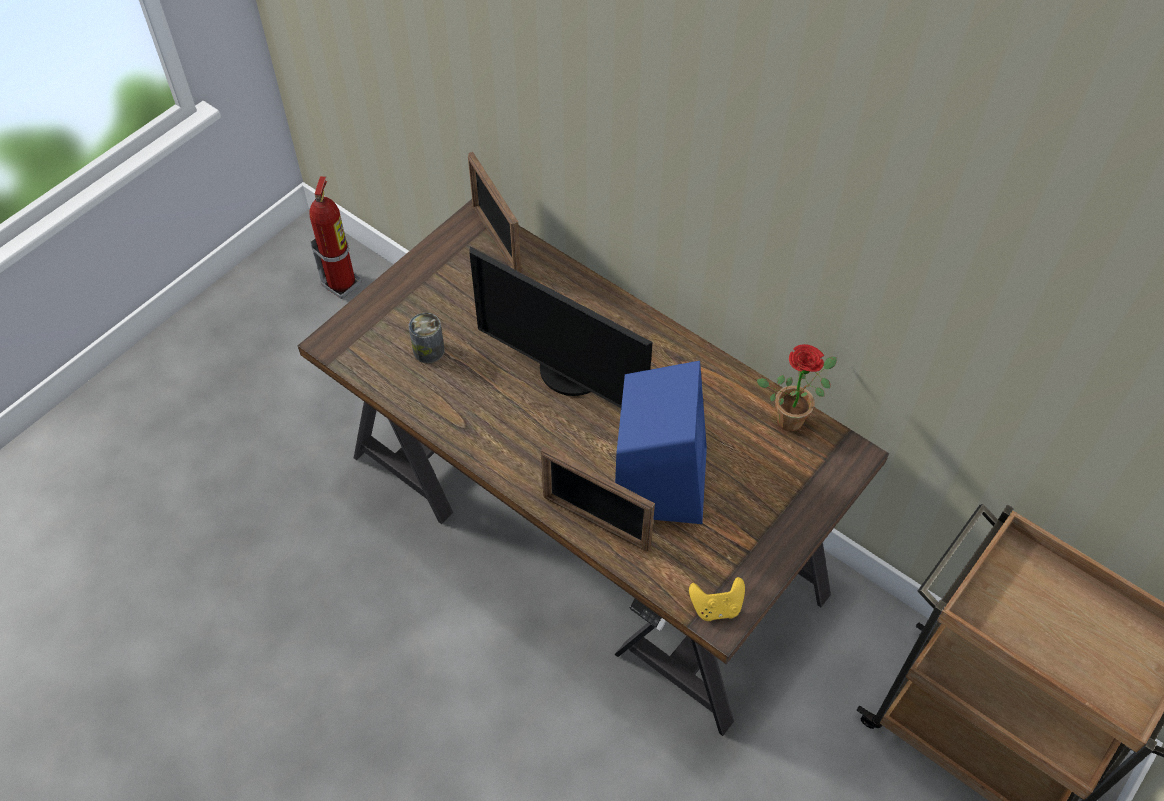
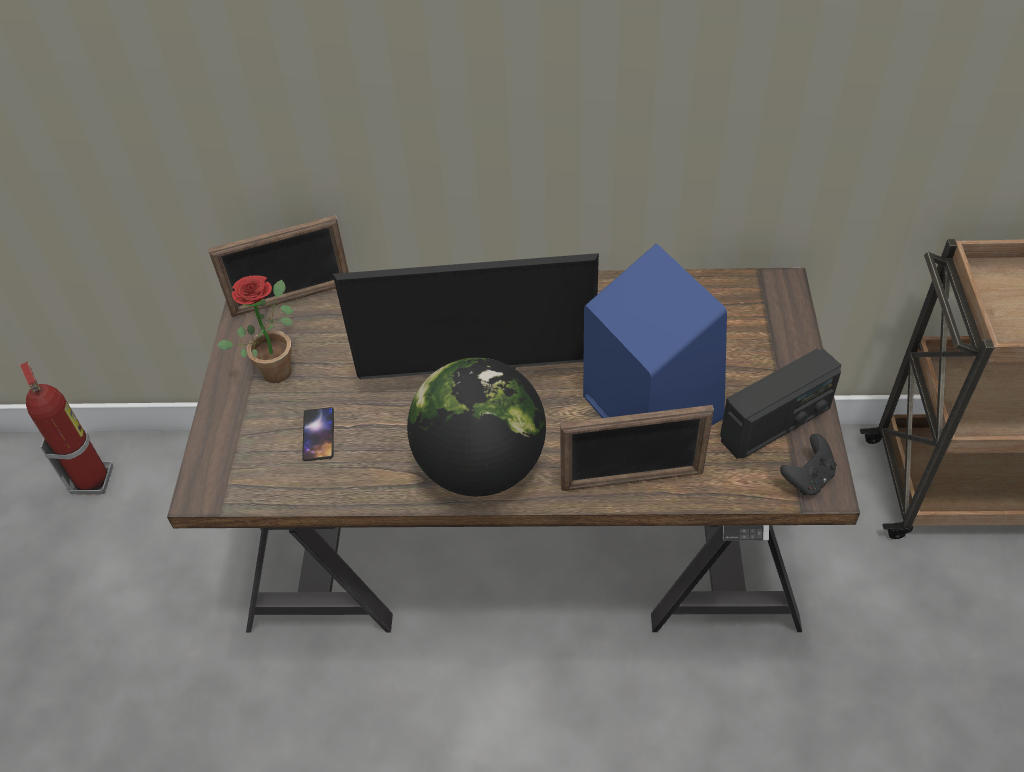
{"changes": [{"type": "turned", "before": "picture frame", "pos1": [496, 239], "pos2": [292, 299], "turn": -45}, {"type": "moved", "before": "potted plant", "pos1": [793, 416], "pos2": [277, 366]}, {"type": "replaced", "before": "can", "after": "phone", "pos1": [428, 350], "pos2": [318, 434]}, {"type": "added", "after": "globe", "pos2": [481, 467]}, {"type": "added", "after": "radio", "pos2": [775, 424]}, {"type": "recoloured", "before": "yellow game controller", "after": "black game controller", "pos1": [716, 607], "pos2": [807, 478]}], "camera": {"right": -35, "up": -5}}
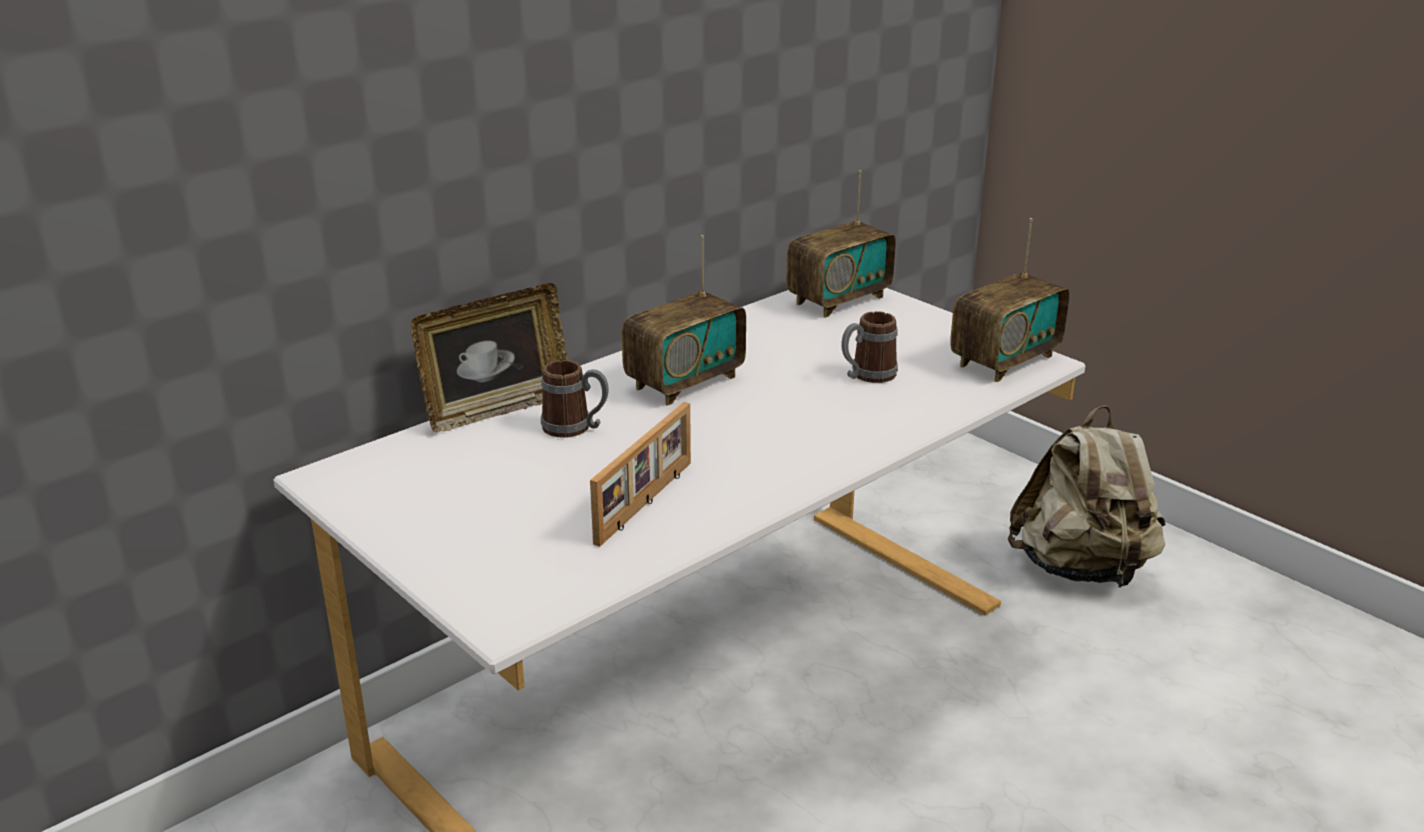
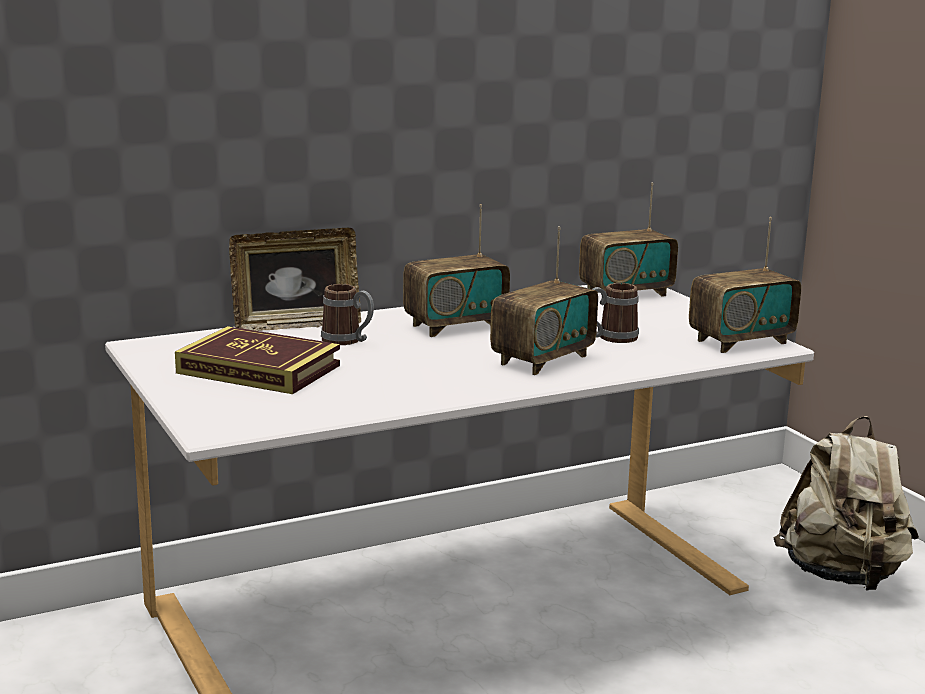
{"changes": [{"type": "added", "after": "book", "pos2": [258, 369]}, {"type": "added", "after": "radio", "pos2": [542, 360]}, {"type": "removed", "before": "picture frame", "pos1": [646, 502]}], "camera": {"right": 15, "up": -10}}
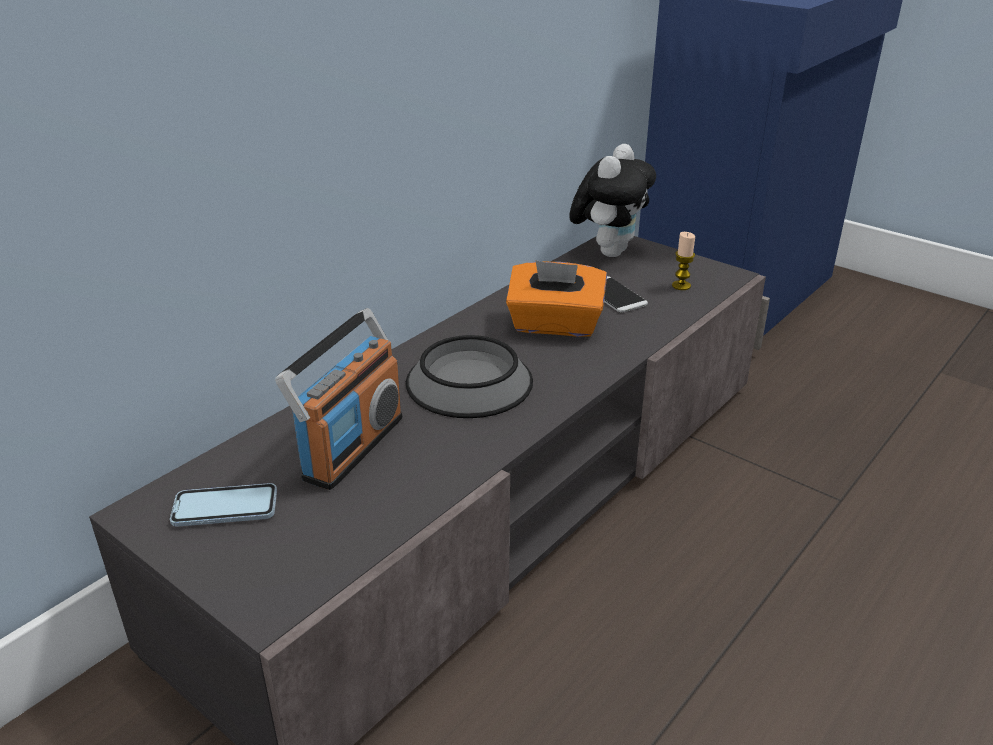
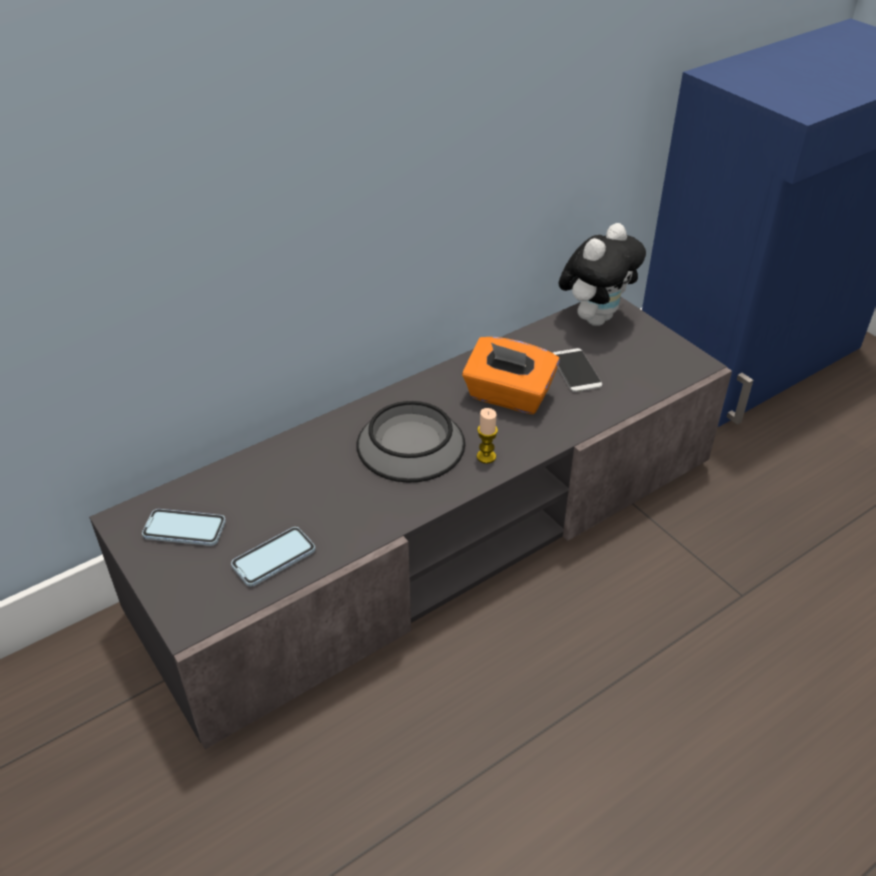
{"changes": [{"type": "added", "after": "phone", "pos2": [274, 558]}, {"type": "moved", "before": "candle", "pos1": [681, 286], "pos2": [486, 456]}, {"type": "removed", "before": "radio", "pos1": [352, 447]}], "camera": {"right": 15, "up": 10}}
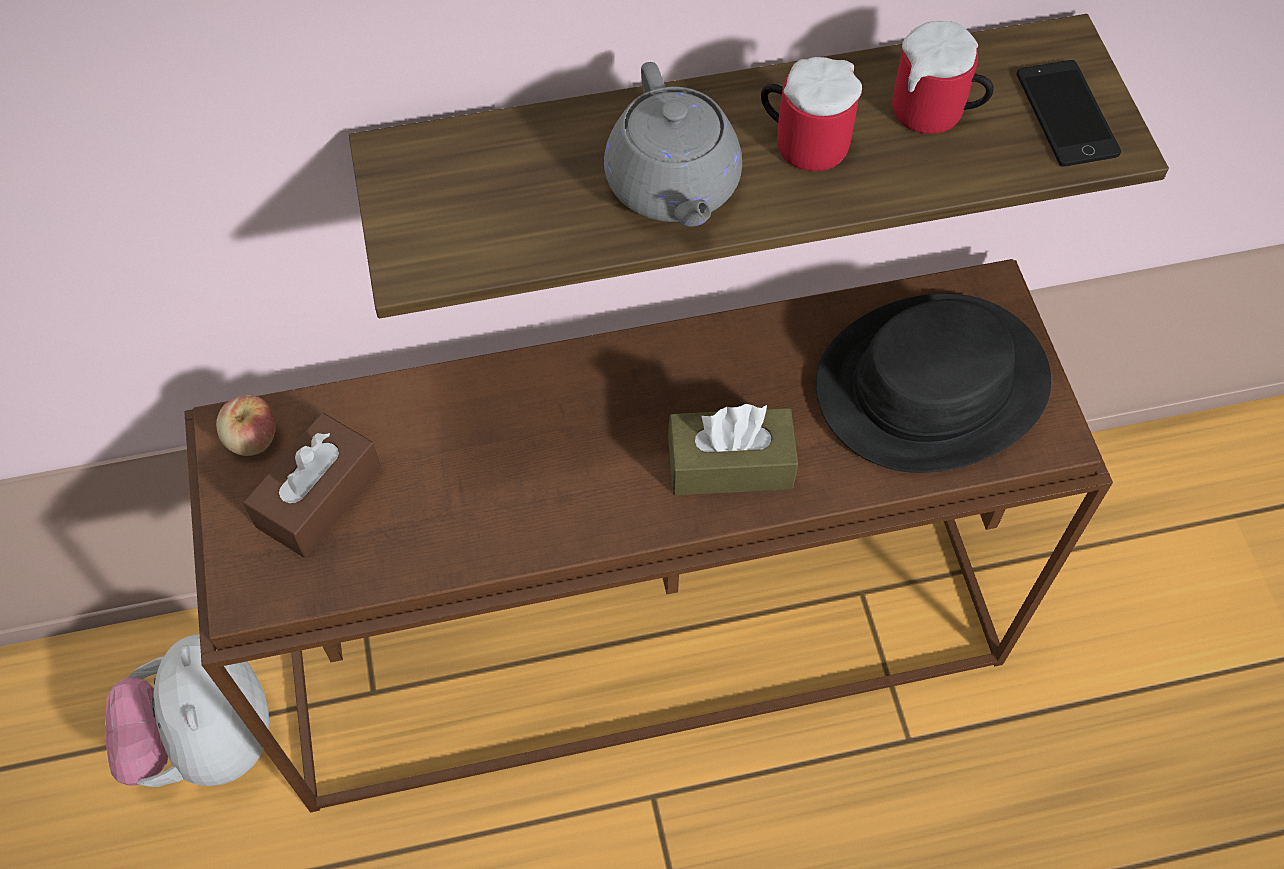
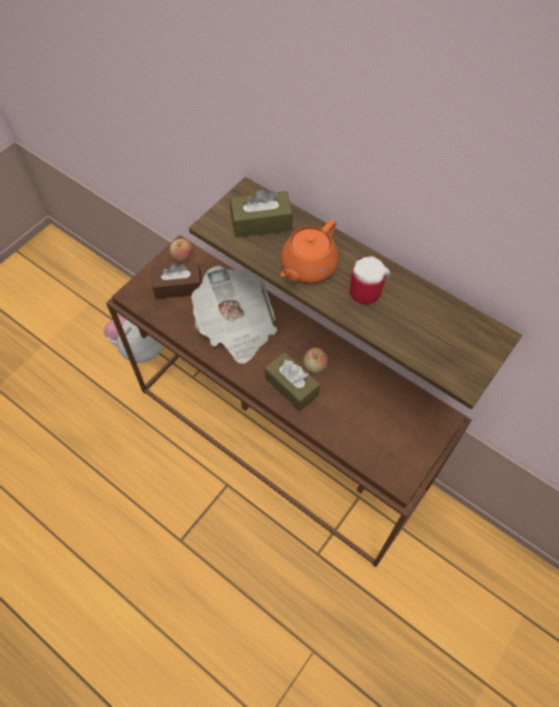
{"changes": [{"type": "added", "after": "newspaper", "pos2": [236, 327]}, {"type": "added", "after": "brown tissue box", "pos2": [261, 223]}, {"type": "recoloured", "before": "grey teapot", "after": "orange teapot", "pos1": [673, 186], "pos2": [308, 266]}, {"type": "added", "after": "apple", "pos2": [315, 366]}, {"type": "removed", "before": "black hat", "pos1": [932, 385]}, {"type": "removed", "before": "mug", "pos1": [935, 115]}, {"type": "removed", "before": "phone", "pos1": [1066, 114]}], "camera": {"right": 50, "up": 0}}
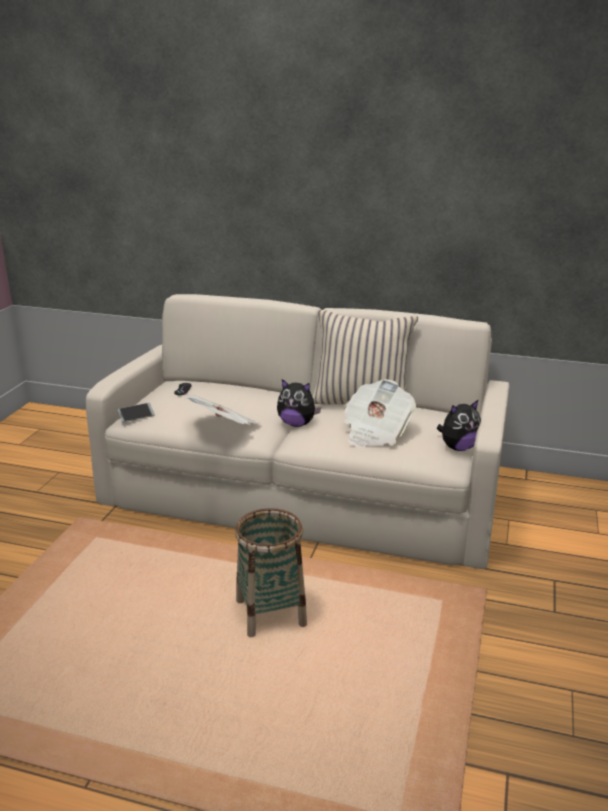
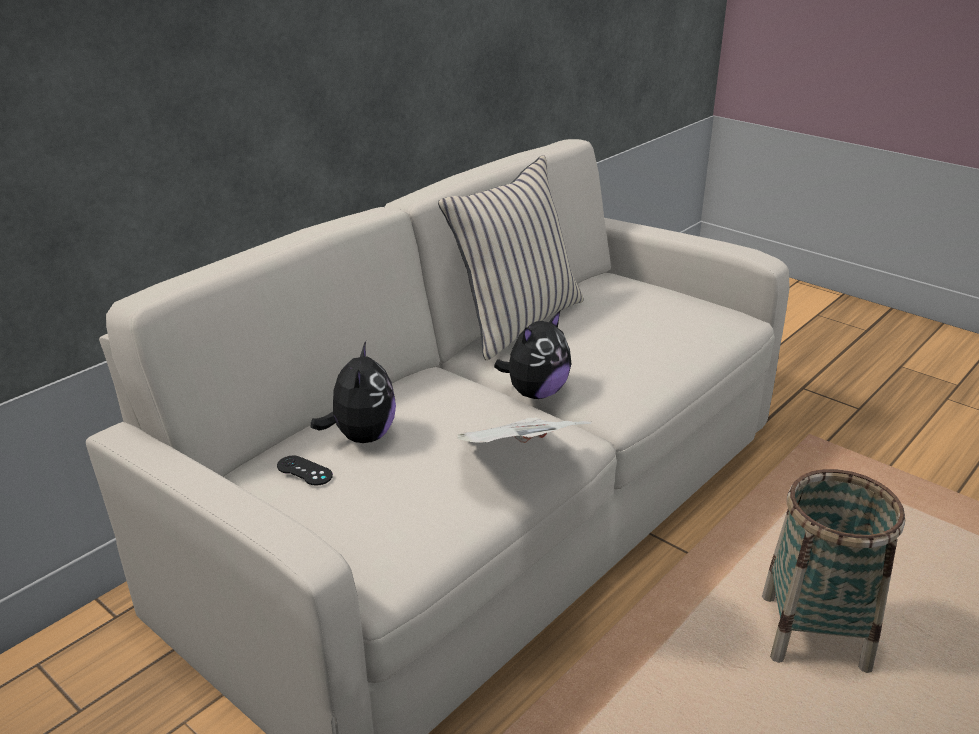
{"changes": [{"type": "moved", "before": "plush toy", "pos1": [458, 447], "pos2": [361, 436]}, {"type": "removed", "before": "phone", "pos1": [136, 416]}, {"type": "removed", "before": "newspaper", "pos1": [375, 432]}], "camera": {"right": -65, "up": 5}}
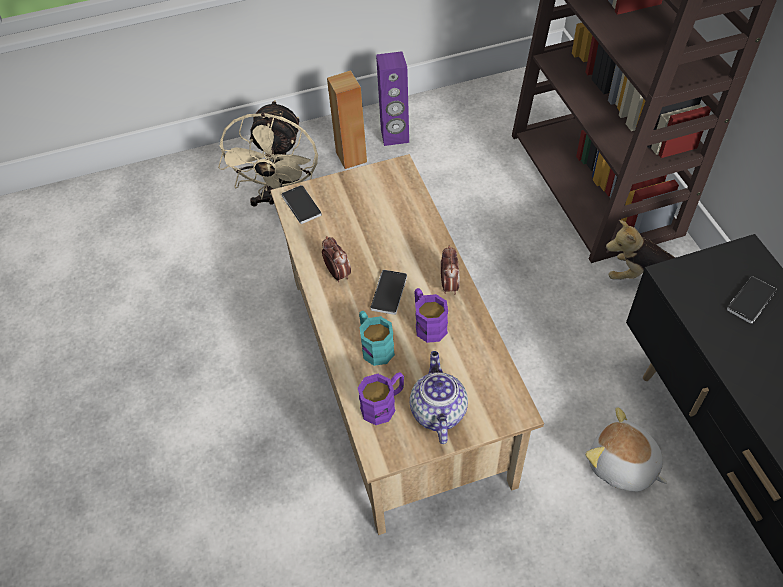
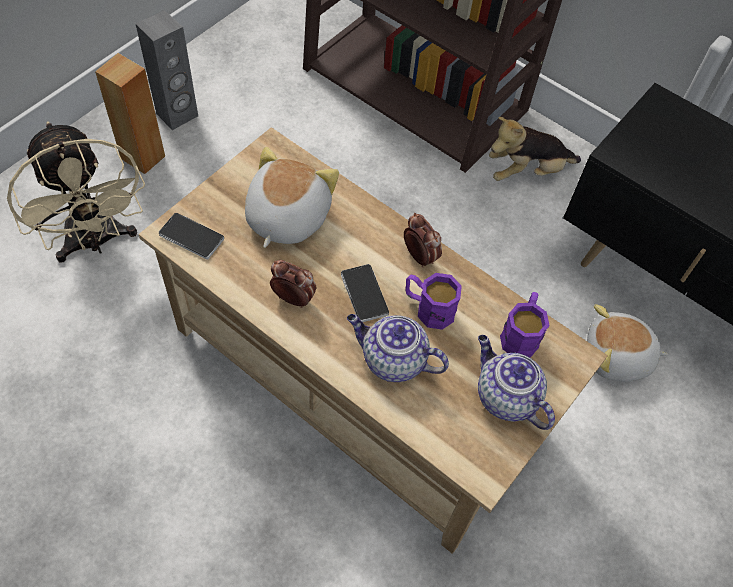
{"changes": [{"type": "recoloured", "before": "purple speaker", "after": "grey speaker", "pos1": [395, 136], "pos2": [177, 115]}, {"type": "added", "after": "plush toy", "pos2": [285, 217]}, {"type": "replaced", "before": "turquoise mug", "after": "teapot", "pos1": [374, 346], "pos2": [392, 360]}, {"type": "moved", "before": "purple mug", "pos1": [384, 404], "pos2": [521, 334]}, {"type": "removed", "before": "phone", "pos1": [751, 300]}], "camera": {"right": -40, "up": 5}}
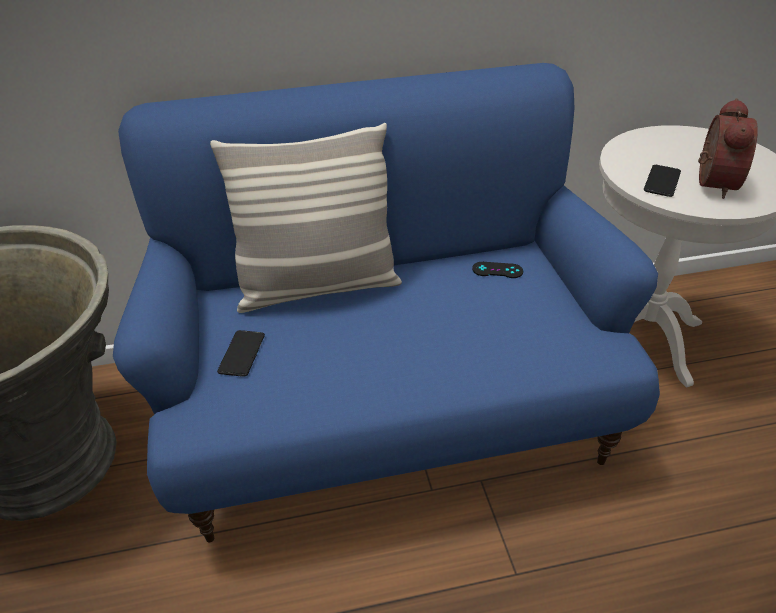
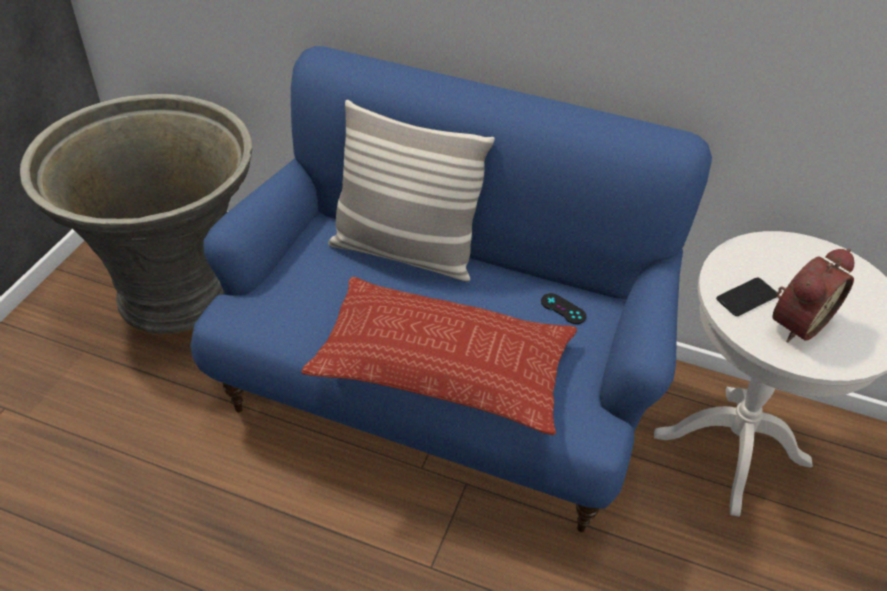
{"changes": [{"type": "added", "after": "pillow", "pos2": [443, 364]}, {"type": "removed", "before": "phone", "pos1": [242, 354]}], "camera": {"right": 30, "up": 5}}
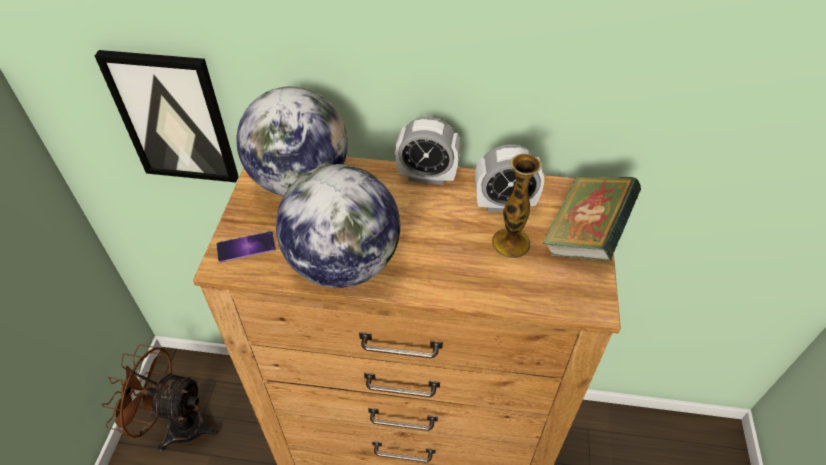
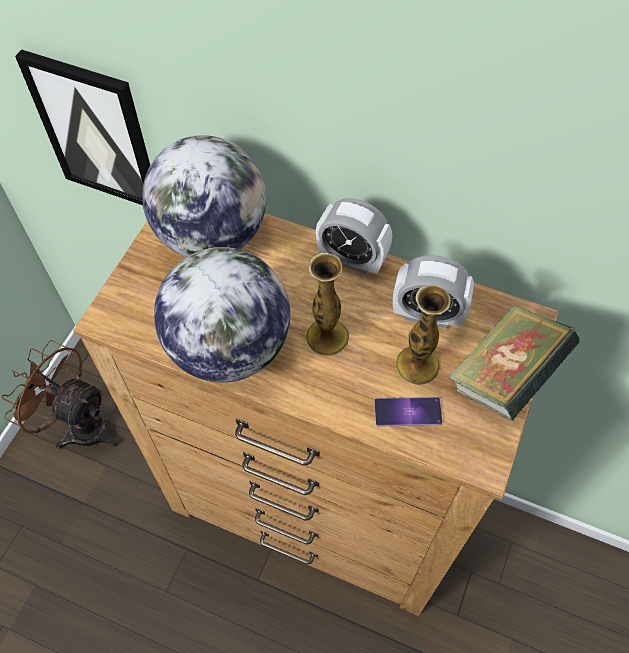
{"changes": [{"type": "added", "after": "vase", "pos2": [327, 336]}, {"type": "moved", "before": "phone", "pos1": [246, 247], "pos2": [408, 412]}], "camera": {"right": 15, "up": 10}}
